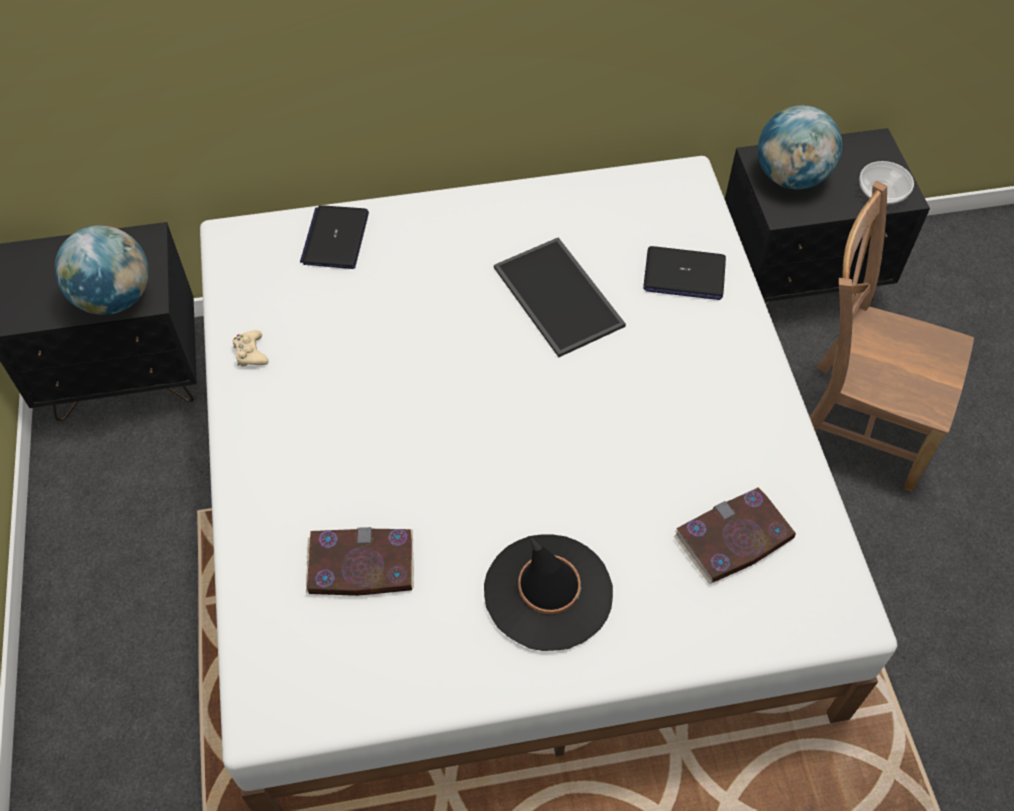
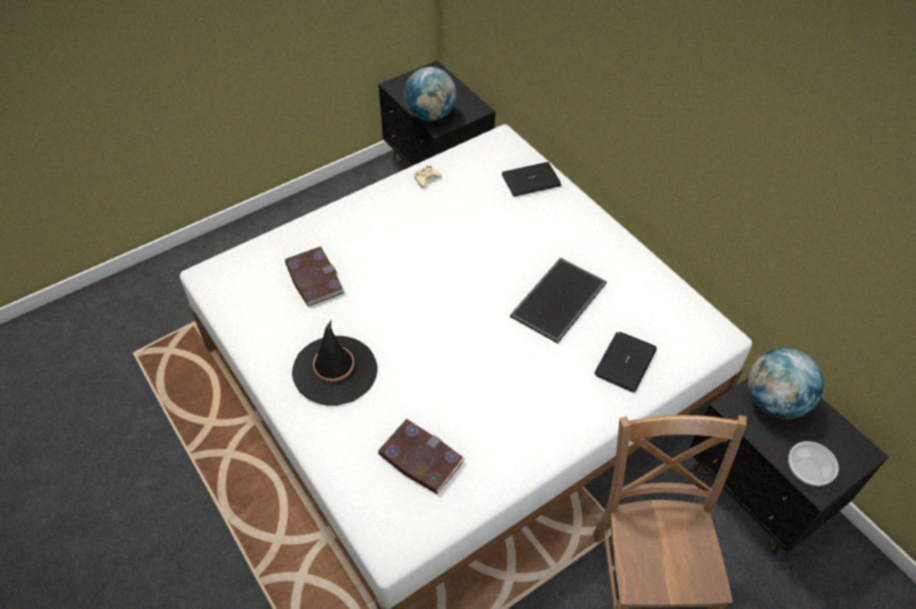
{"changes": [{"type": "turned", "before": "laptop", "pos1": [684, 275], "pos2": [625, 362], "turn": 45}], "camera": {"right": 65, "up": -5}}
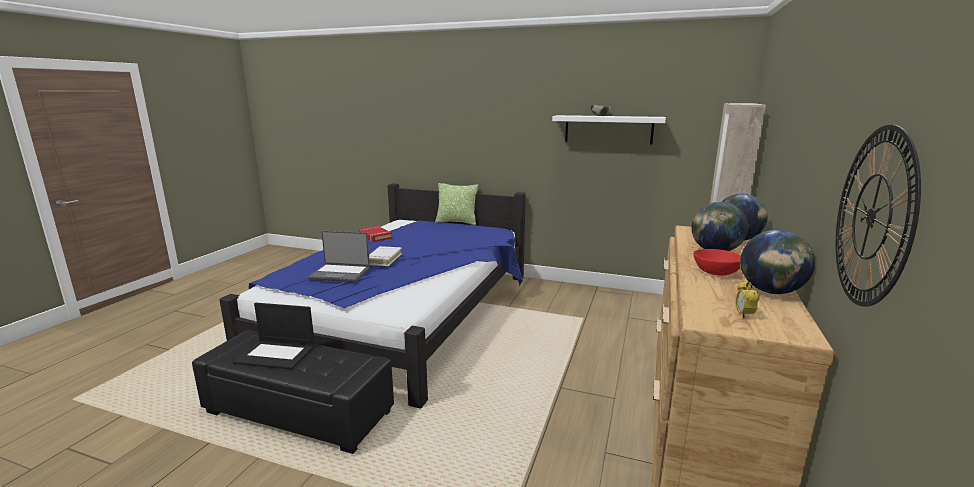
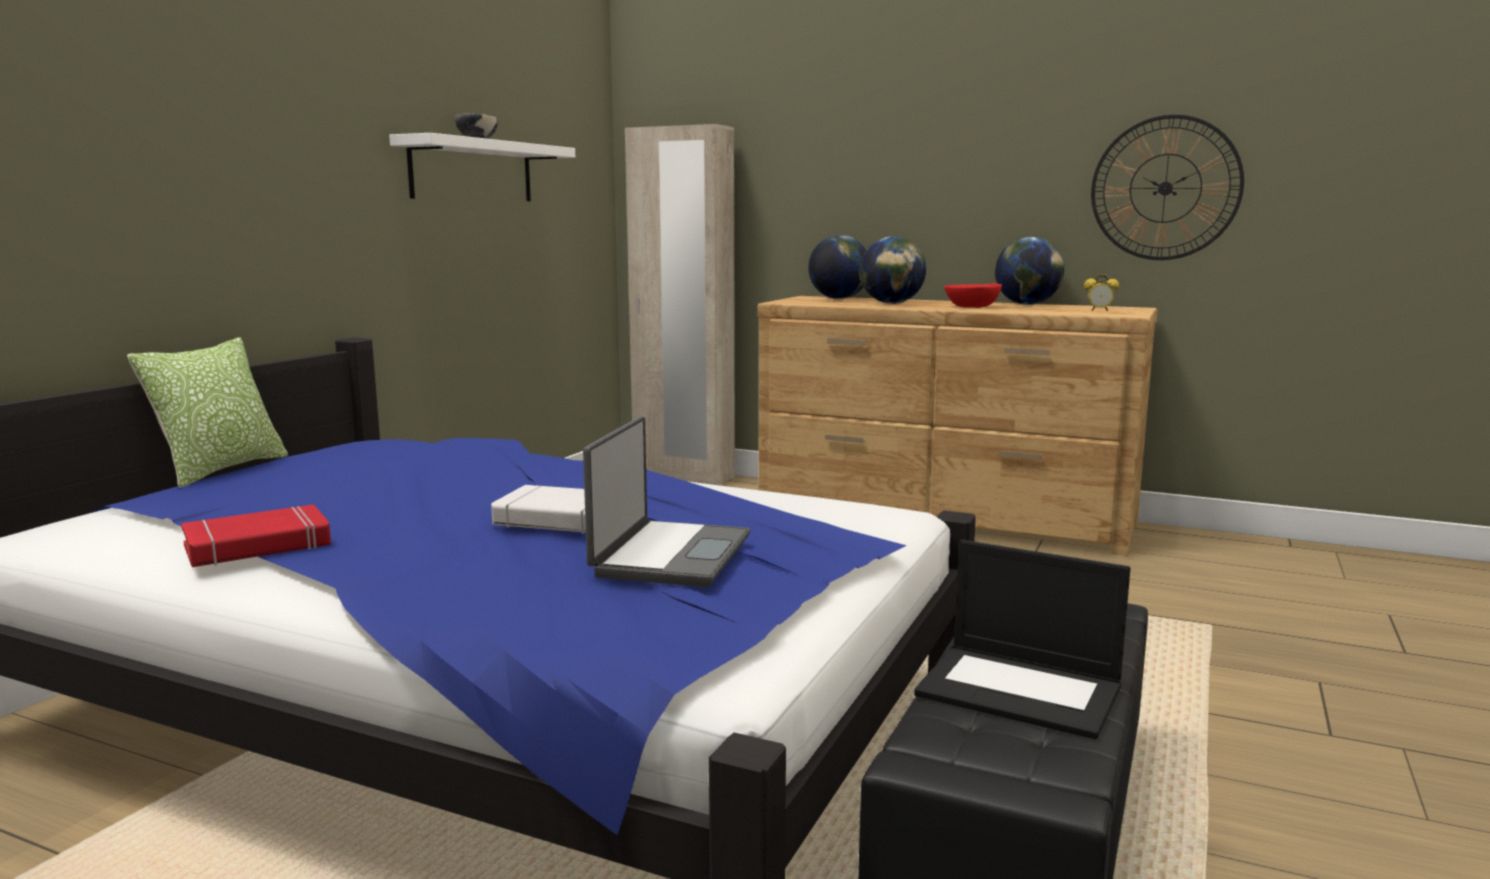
{"changes": [{"type": "turned", "before": "laptop", "pos1": [277, 354], "pos2": [1022, 690], "turn": 105}], "camera": {"right": -85, "up": -5}}
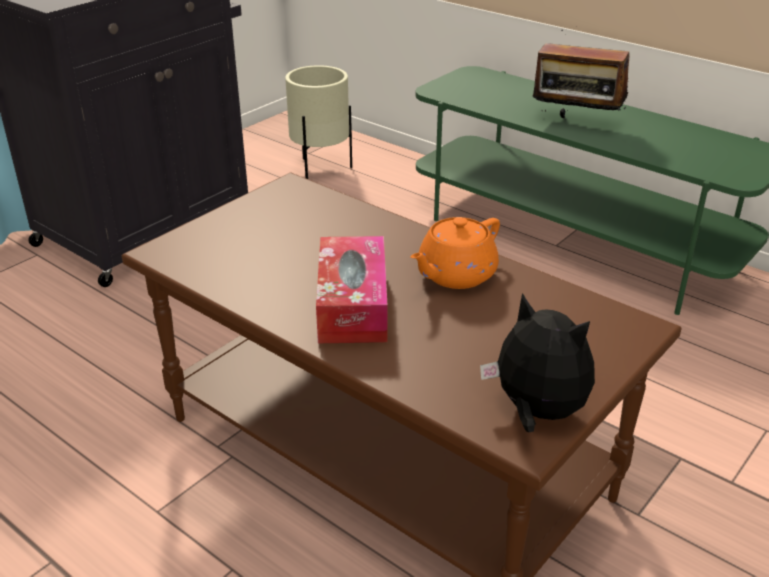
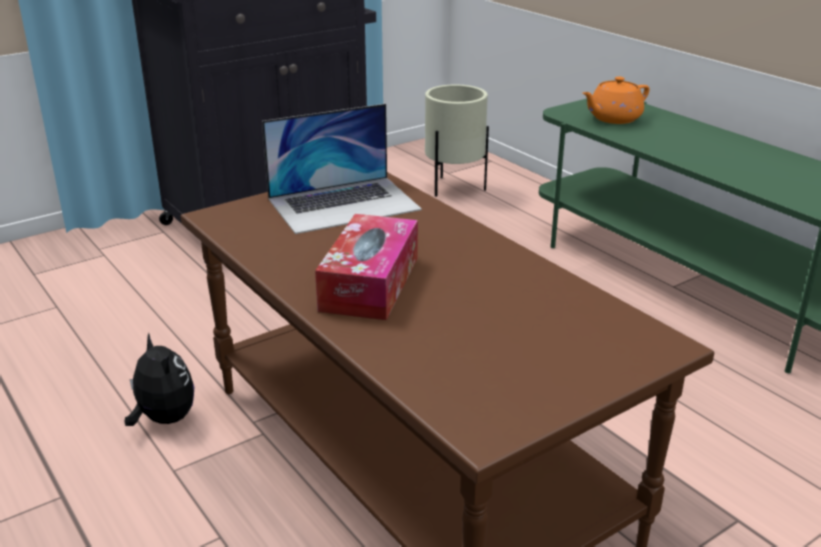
{"changes": [{"type": "moved", "before": "plush toy", "pos1": [536, 412], "pos2": [163, 419]}, {"type": "added", "after": "laptop", "pos2": [344, 204]}, {"type": "moved", "before": "orange teapot", "pos1": [455, 275], "pos2": [613, 118]}, {"type": "removed", "before": "radio", "pos1": [576, 123]}], "camera": {"right": 15, "up": -5}}
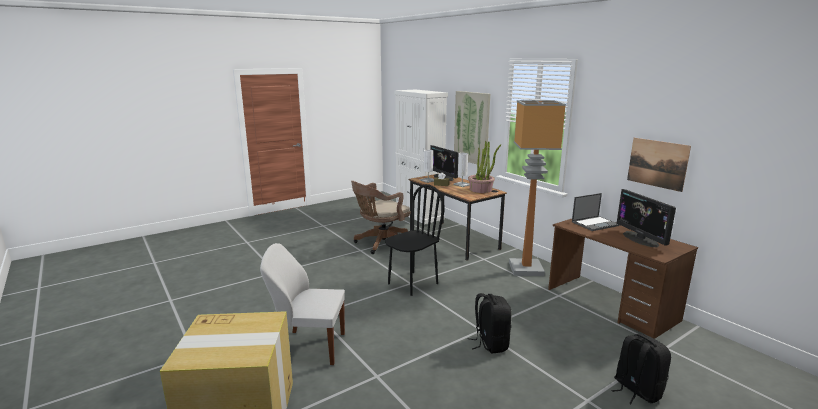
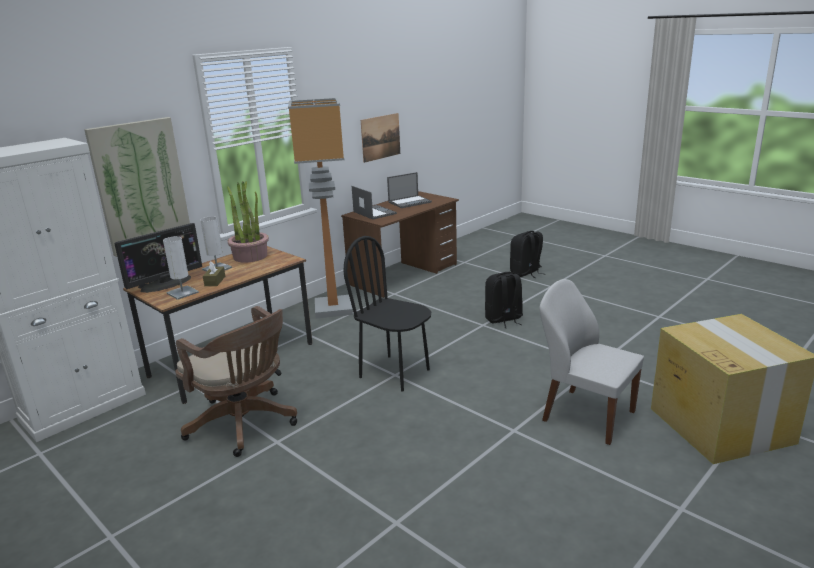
{"changes": [{"type": "replaced", "before": "monitor", "after": "laptop", "pos1": [640, 239], "pos2": [410, 202]}, {"type": "turned", "before": "white chair", "pos1": [310, 347], "pos2": [586, 415], "turn": 135}], "camera": {"right": -100, "up": 5}}
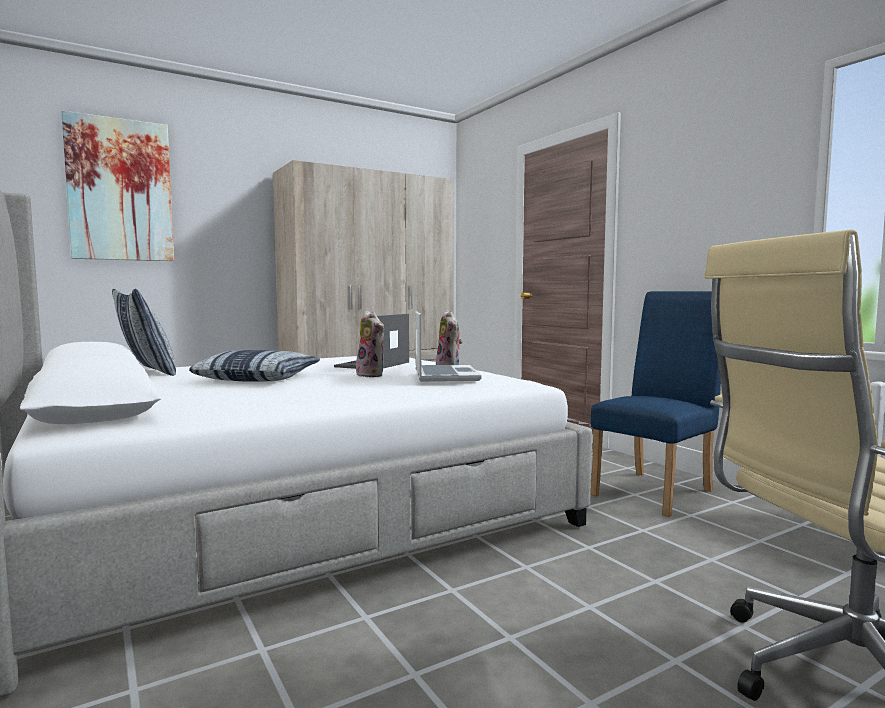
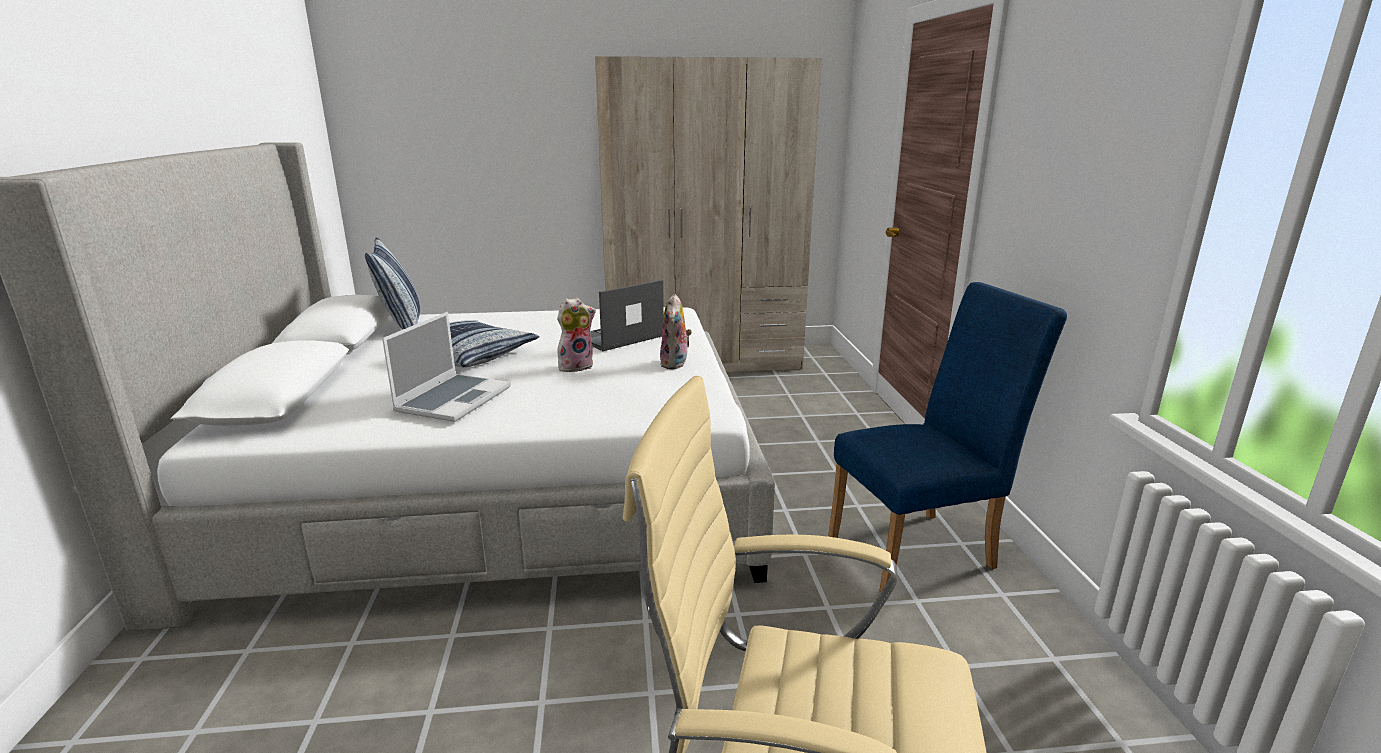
{"changes": [{"type": "moved", "before": "laptop", "pos1": [444, 375], "pos2": [453, 399]}, {"type": "turned", "before": "plush toy", "pos1": [372, 375], "pos2": [576, 366], "turn": -105}, {"type": "removed", "before": "picture", "pos1": [120, 190]}], "camera": {"right": 25, "up": 15}}
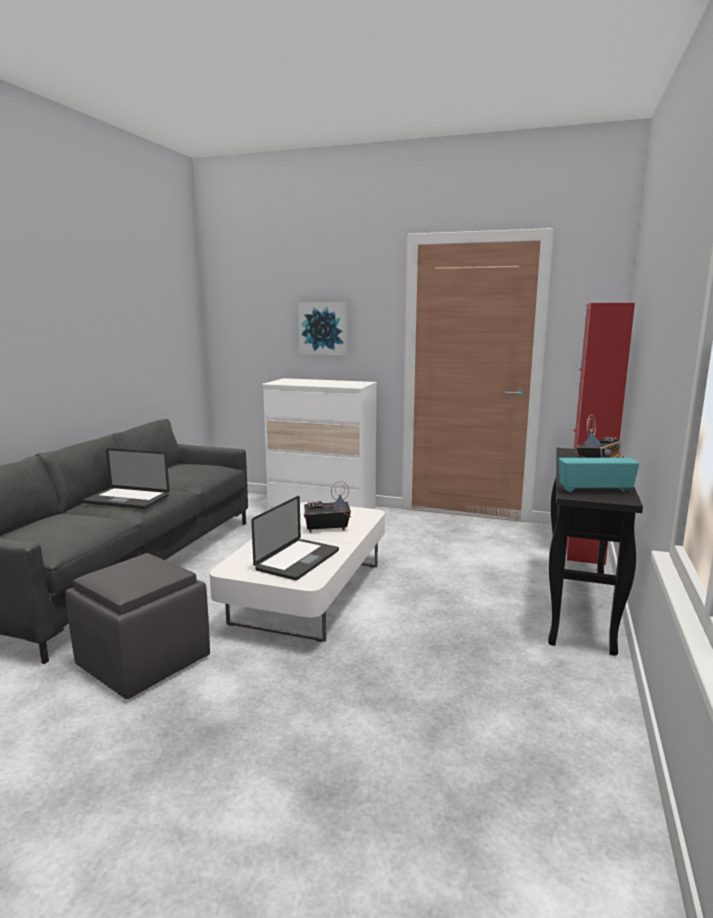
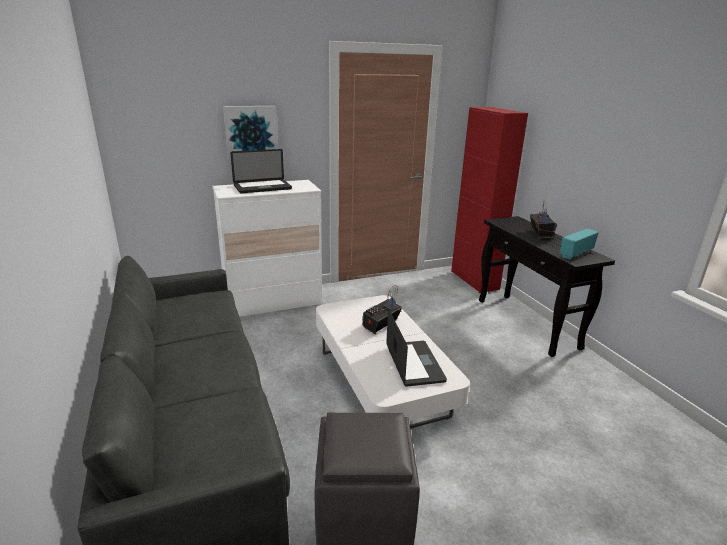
{"changes": [{"type": "moved", "before": "laptop", "pos1": [127, 500], "pos2": [262, 187]}], "camera": {"right": -40, "up": 10}}
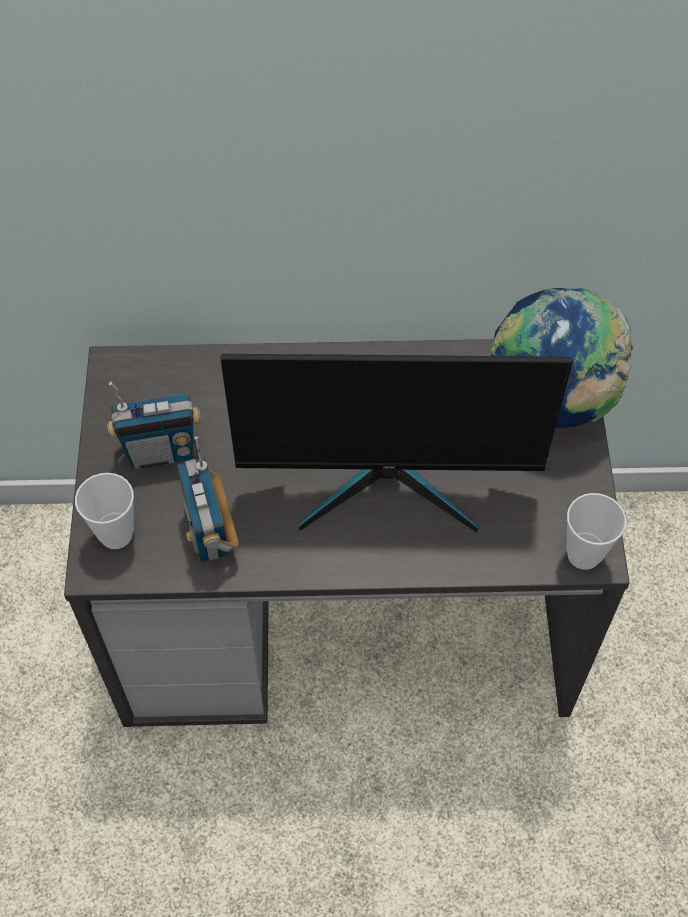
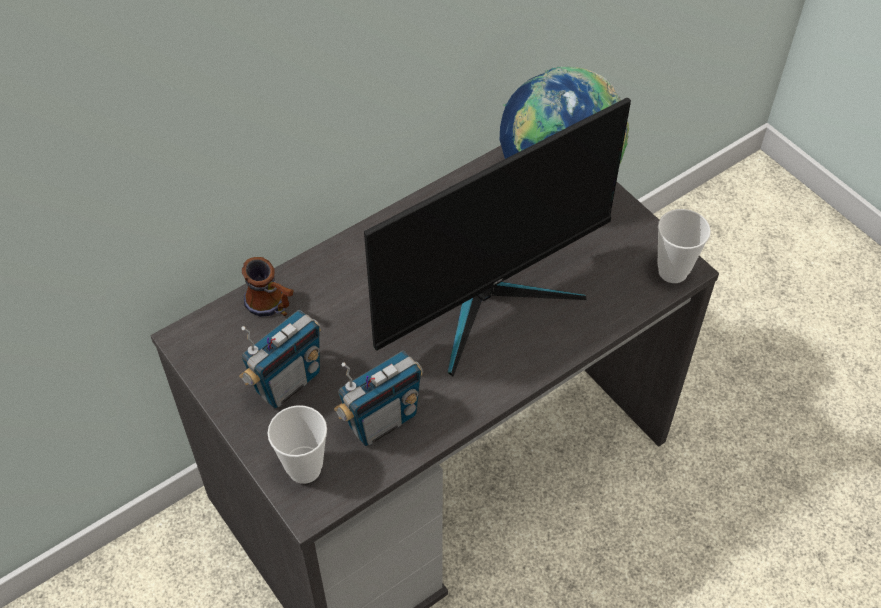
{"changes": [{"type": "added", "after": "mug", "pos2": [272, 307]}, {"type": "turned", "before": "radio", "pos1": [209, 532], "pos2": [382, 420], "turn": -75}], "camera": {"right": -35, "up": -5}}
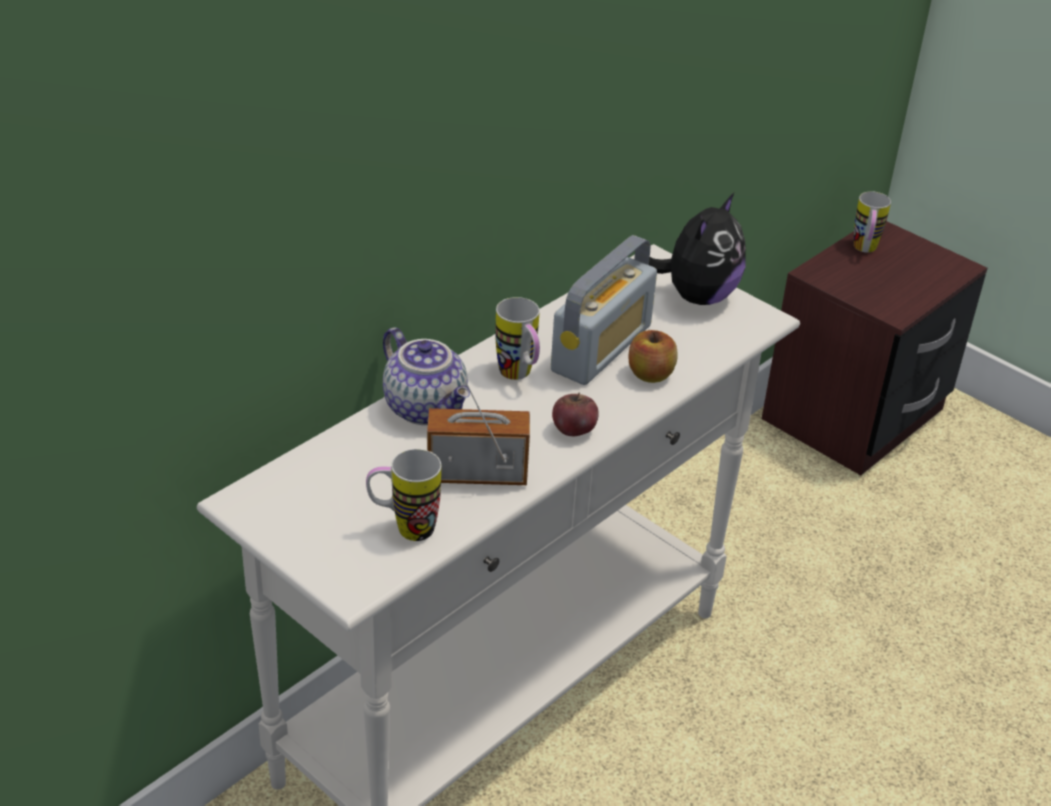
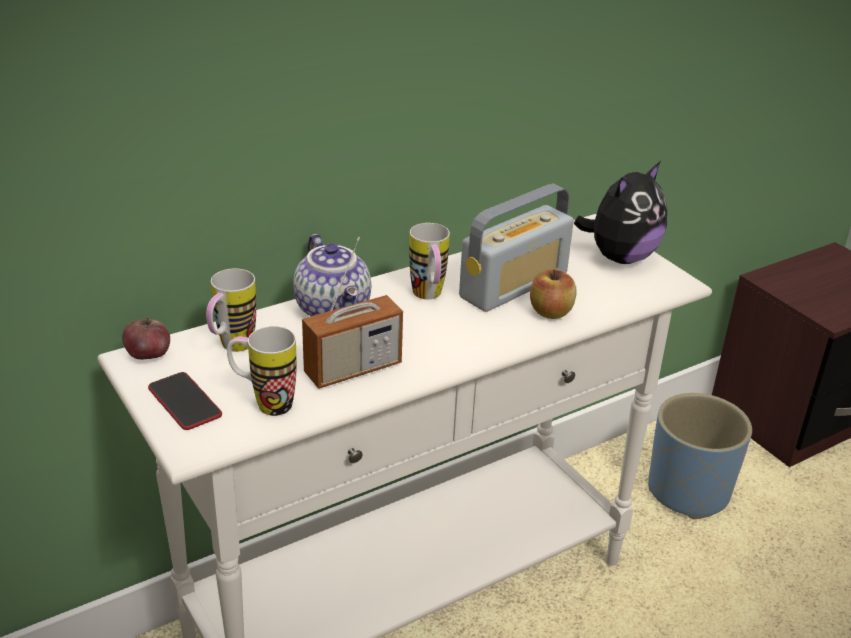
{"changes": [{"type": "moved", "before": "apple", "pos1": [574, 430], "pos2": [148, 355]}, {"type": "added", "after": "phone", "pos2": [184, 402]}, {"type": "moved", "before": "mug", "pos1": [864, 250], "pos2": [231, 348]}, {"type": "turned", "before": "radio", "pos1": [477, 474], "pos2": [353, 369], "turn": 135}, {"type": "added", "after": "blue planter", "pos2": [689, 491]}], "camera": {"right": 15, "up": -5}}
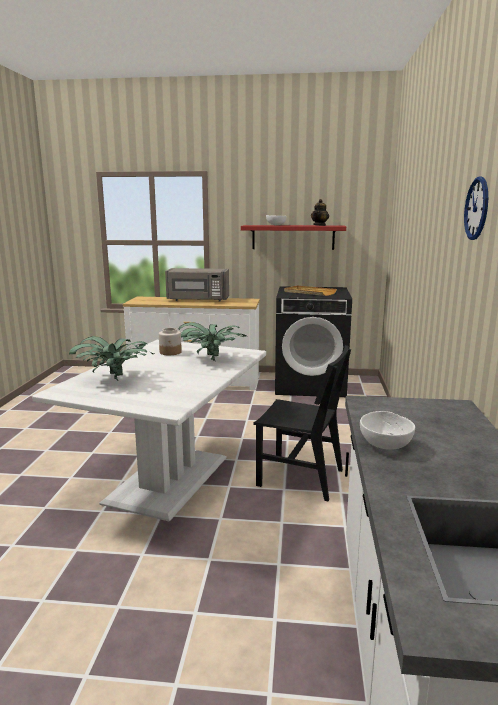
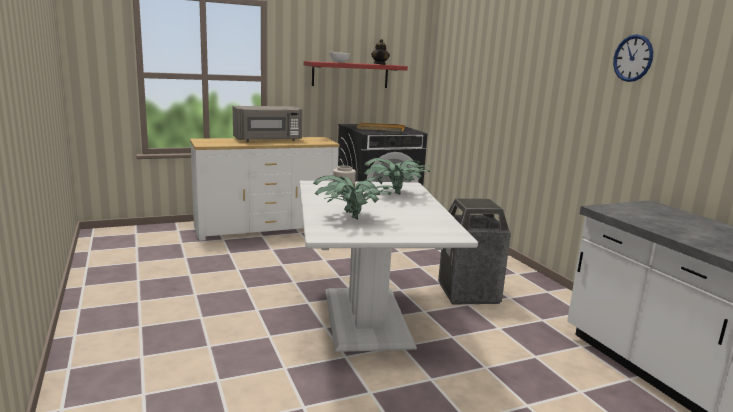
{"changes": [{"type": "replaced", "before": "black chair", "after": "trash can", "pos1": [300, 478], "pos2": [468, 293]}, {"type": "removed", "before": "white bowl", "pos1": [386, 445]}], "camera": {"right": -30, "up": 0}}
